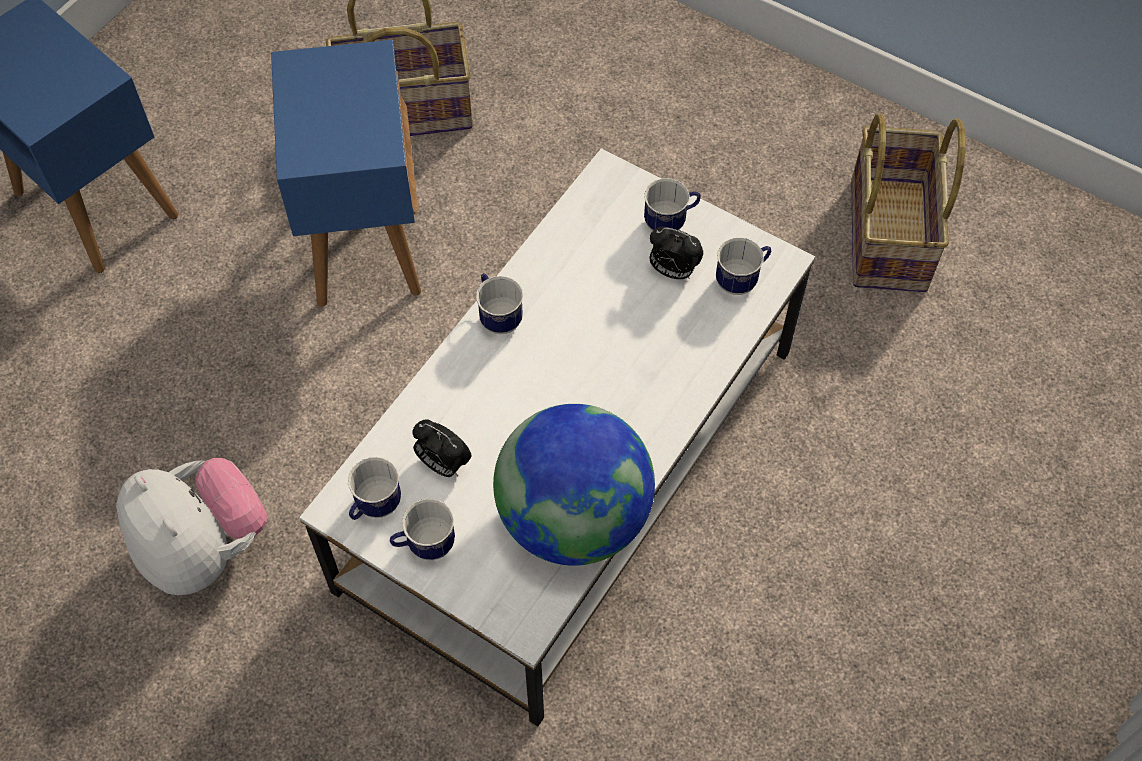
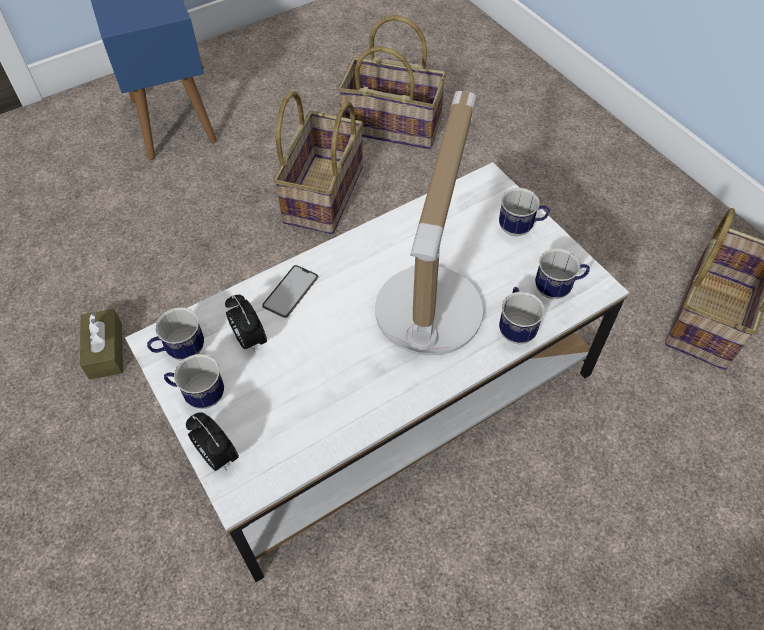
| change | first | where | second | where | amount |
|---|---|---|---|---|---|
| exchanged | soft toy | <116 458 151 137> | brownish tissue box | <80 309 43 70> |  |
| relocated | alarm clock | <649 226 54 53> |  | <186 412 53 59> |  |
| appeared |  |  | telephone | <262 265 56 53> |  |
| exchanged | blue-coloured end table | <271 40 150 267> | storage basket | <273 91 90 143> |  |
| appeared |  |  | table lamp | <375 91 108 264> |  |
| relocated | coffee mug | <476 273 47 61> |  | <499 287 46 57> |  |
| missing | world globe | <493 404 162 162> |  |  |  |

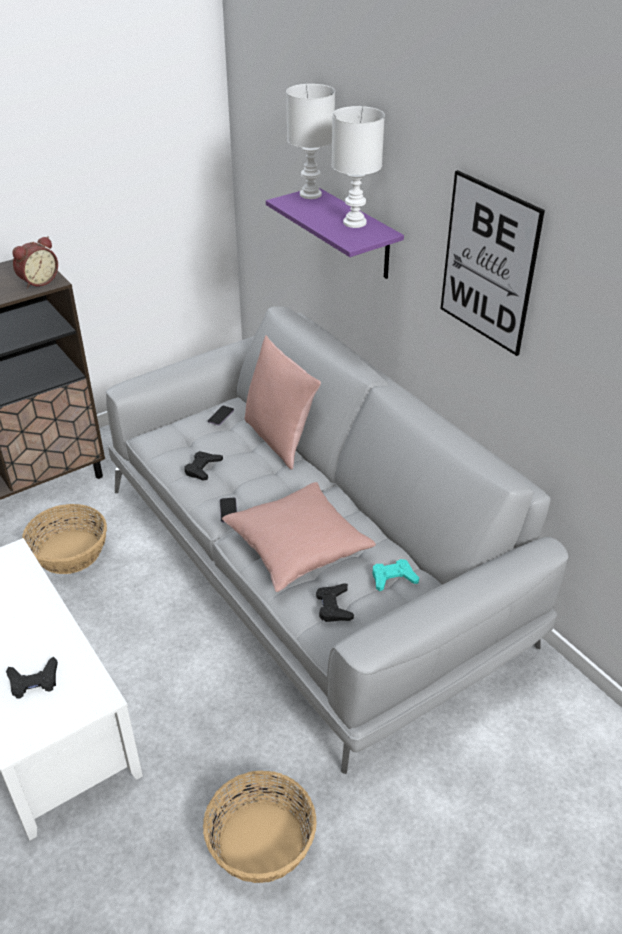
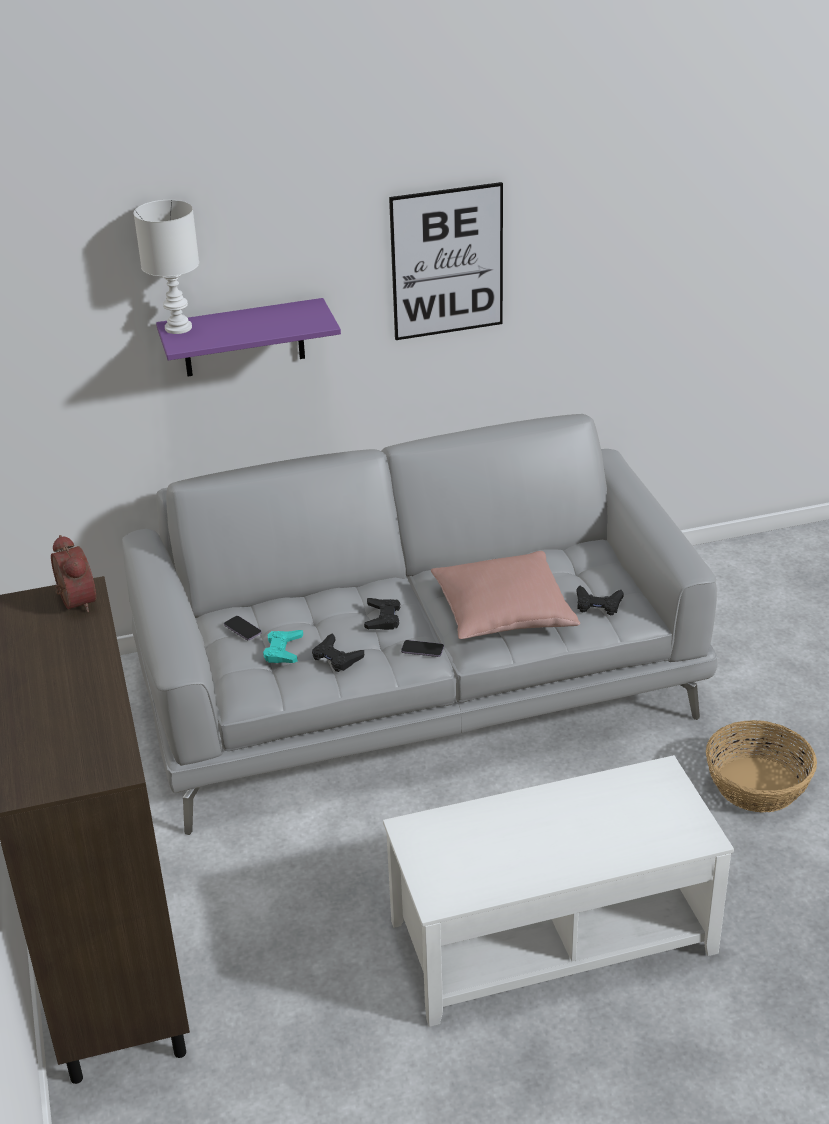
| change | first | where | second | where | amount |
|---|---|---|---|---|---|
| relocated | turquoise joypad | <372 559 47 32> |  | <263 630 40 33> |  |
| relocated | black joypad | <6 657 52 42> |  | <364 598 36 32> |  |
| missing | storage basket | <22 504 85 70> |  |  |  |
| missing | pinkish pillow | <244 335 77 135> |  |  |  |
| missing | white-coloured table lamp | <332 106 53 122> |  |  |  |

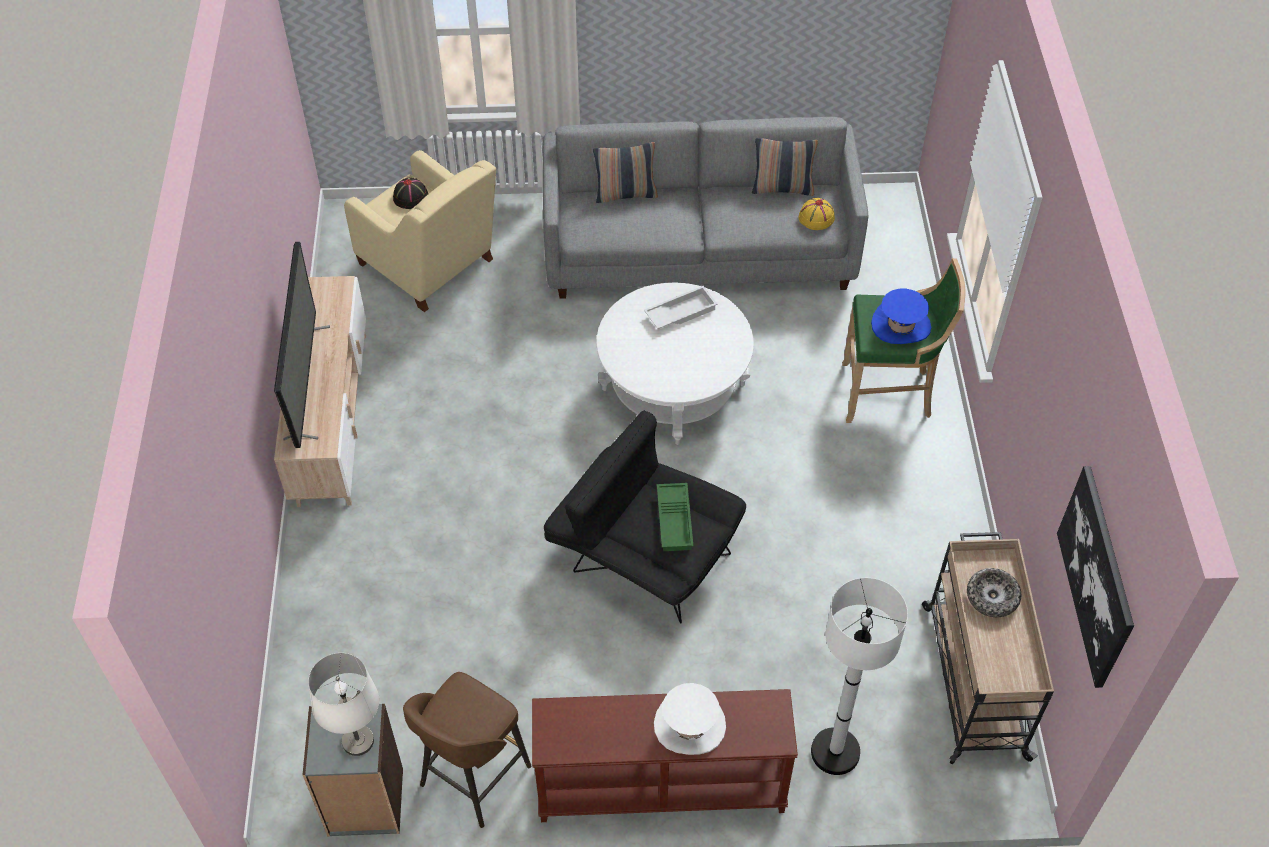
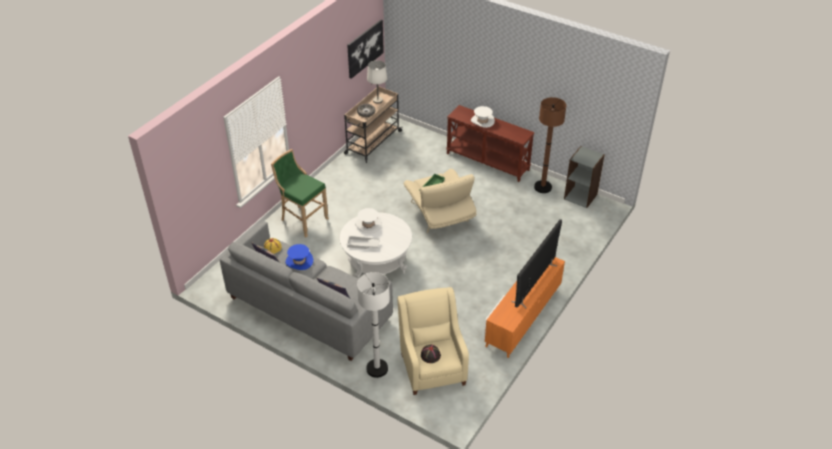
| change | first | where | second | where | amount |
|---|---|---|---|---|---|
| relocated | blue-coloured wearable hat | <871 289 60 55> |  | <285 244 28 26> |  |
| appeared |  |  | white-coloured wearable hat | <355 208 27 25> |  |
| relocated | white-coloured standing lamp | <811 578 97 197> |  | <357 272 33 106> |  |
| relocated | white-coloured table lamp | <308 653 71 103> |  | <367 60 20 44> |  |
| colour | black easy chair | <544 411 202 212> | sand-coloured easy chair | <403 169 73 64> |  |
| colour | sand-coloured tv stand | <274 276 92 231> | orange-coloured tv stand | <483 257 82 101> |  |
| exchanged | brownish stool | <403 672 128 156> | brownish standing lamp | <534 97 32 96> |  |

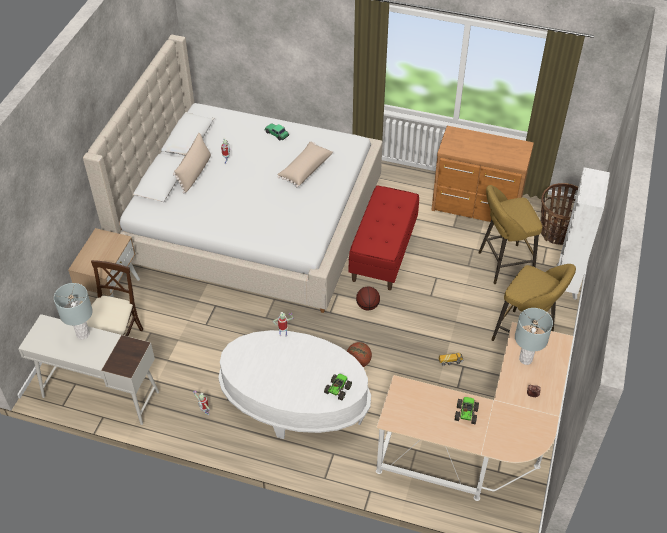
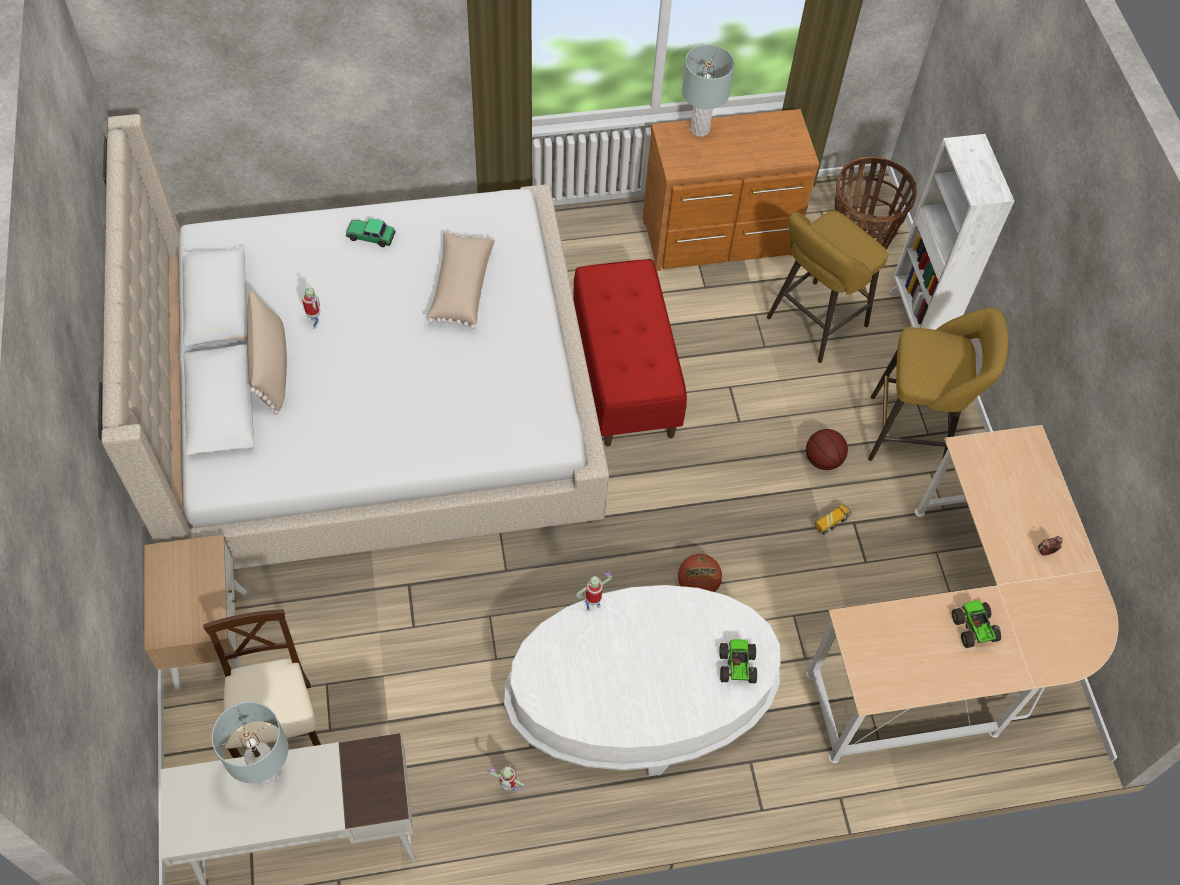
| change | first | where | second | where | amount |
|---|---|---|---|---|---|
| relocated | gray table lamp | <515 308 38 57> |  | <682 44 52 93> |  |
| relocated | basketball | <356 287 24 23> |  | <806 429 42 41> |  |

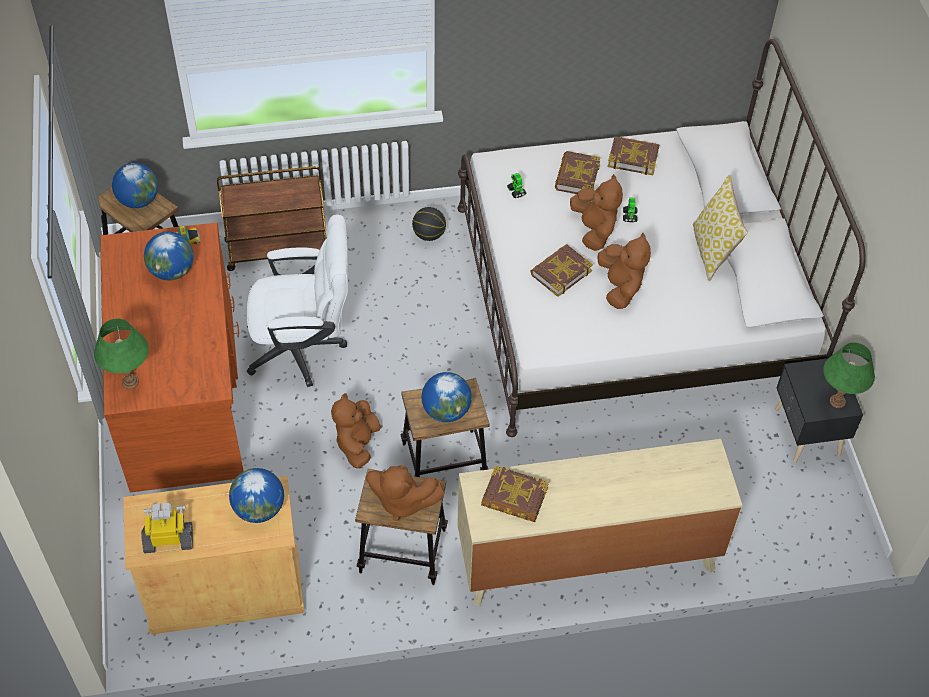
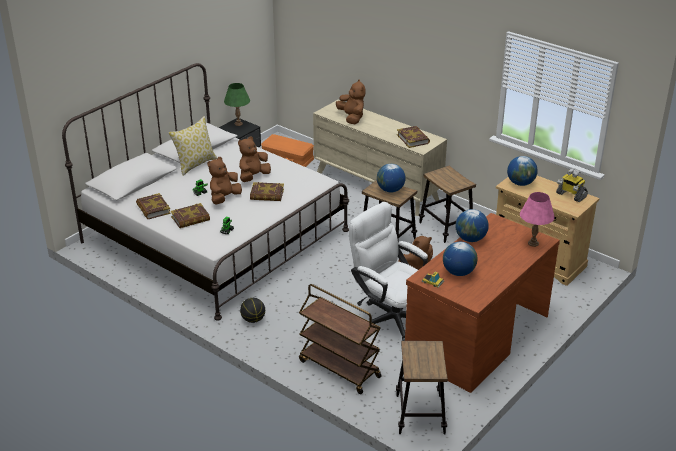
| change | first | where | second | where | amount |
|---|---|---|---|---|---|
| appeared |  |  | orange-coloured storage box | <261 134 53 33> |  |
| relocated | brownish soft toy | <366 465 79 56> |  | <336 80 30 44> |  |
| relocated | world globe | <112 163 46 45> |  | <455 209 34 33> |  |
| colour | green-coloured table lamp | <94 319 55 70> | pinkish table lamp | <520 192 35 55> |  |

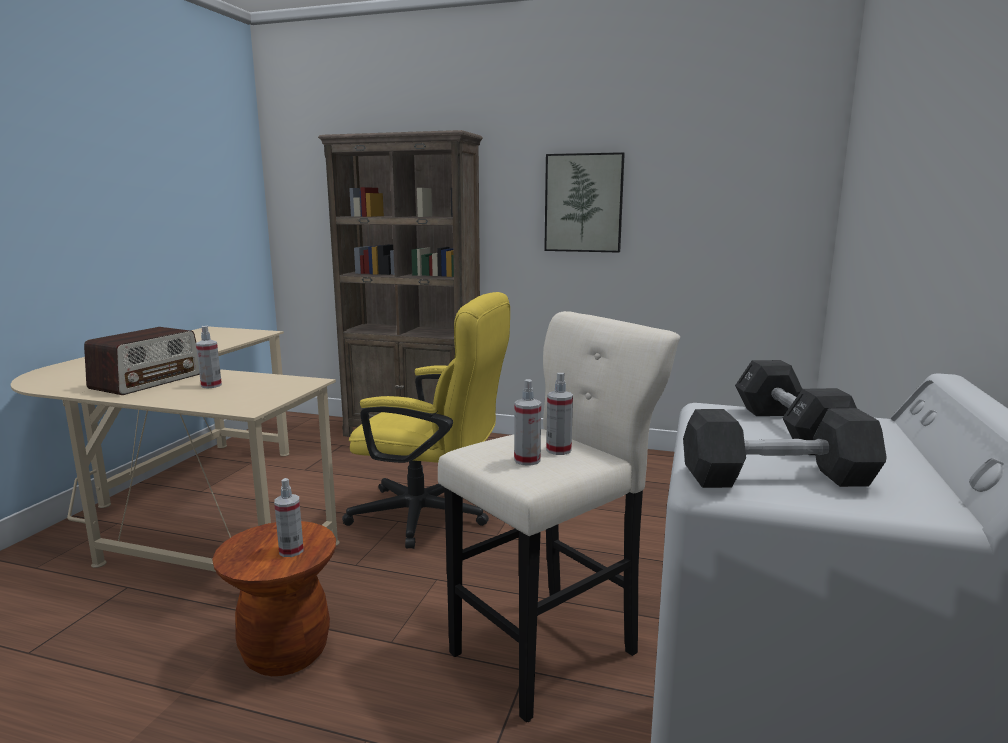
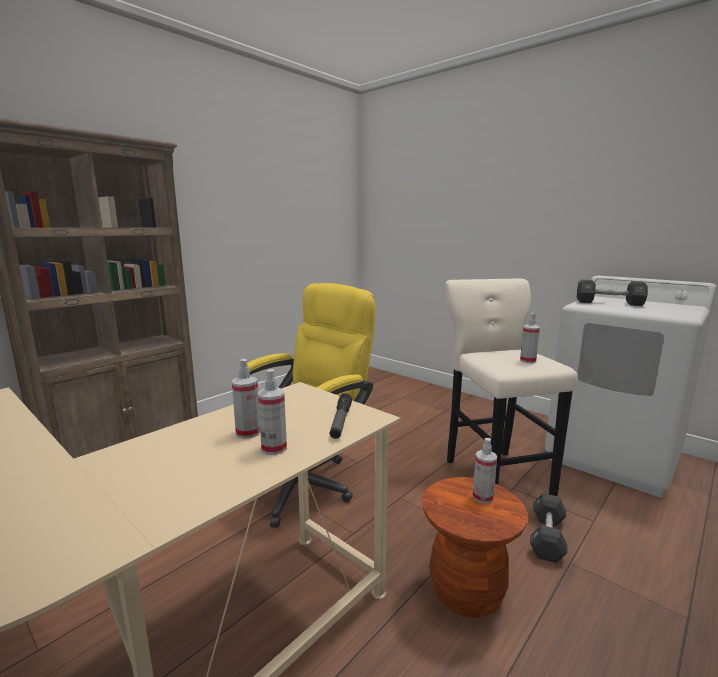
| change | first | where | second | where | amount |
|---|---|---|---|---|---|
| relocated | sprayer | <546 373 27 82> |  | <258 369 29 86> |  |
| appeared |  |  | flashlight | <330 393 22 46> |  |
| relocated | black free weight | <683 408 204 80> |  | <530 493 37 70> |  |
| missing | radio set | <84 327 116 68> |  |  |  |
| missing | picture | <544 152 81 101> |  |  |  |

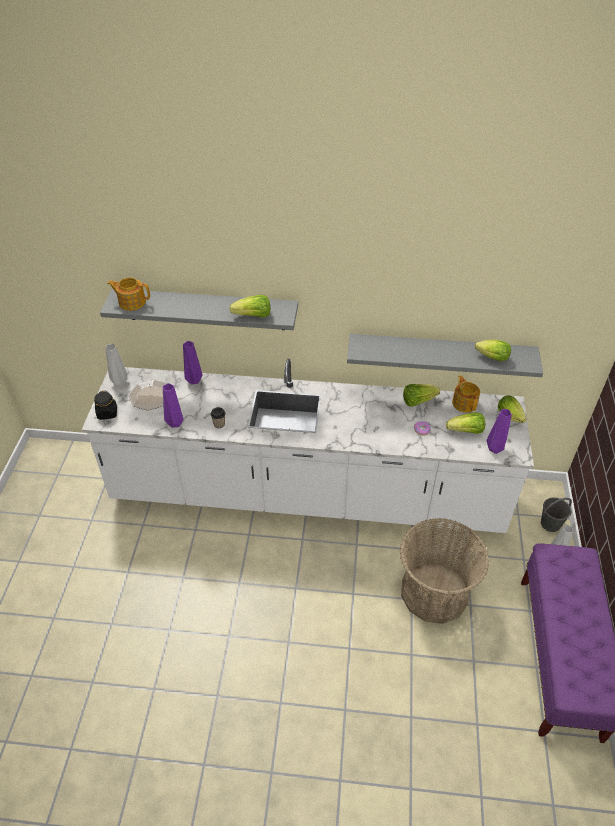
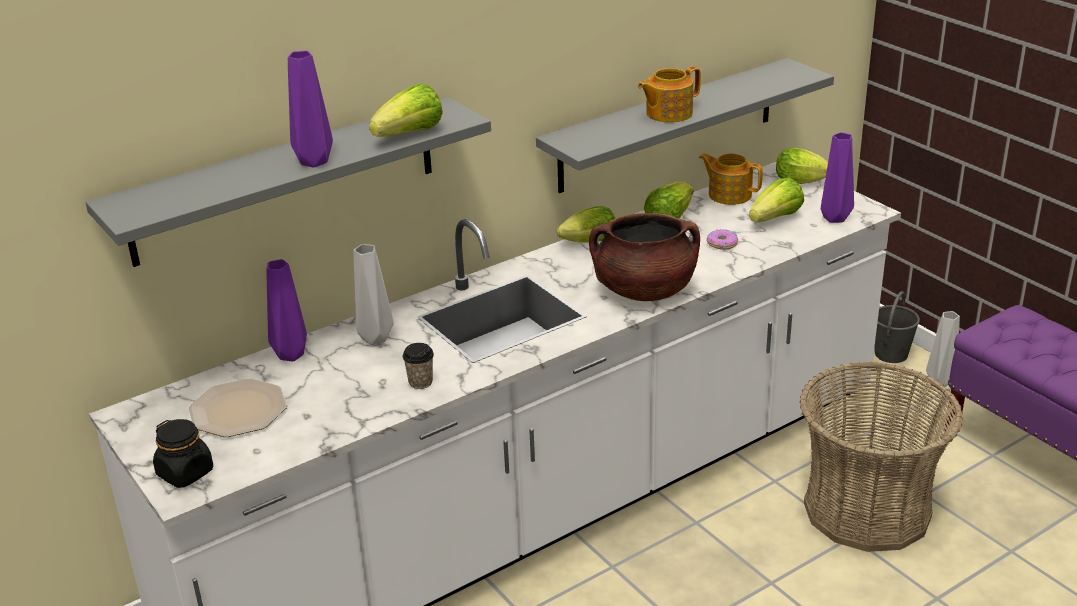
| change | first | where | second | where | amount |
|---|---|---|---|---|---|
| relocated | purplish vase | <163 383 21 44> |  | <288 50 45 117> |  |
| relocated | gray vase | <106 344 21 43> |  | <353 244 41 101> |  |
| relocated | lettuce head | <475 340 36 21> |  | <557 206 58 37> |  |
| appeared |  |  | brownish stockpot | <589 213 111 88> |  |
| relocated | tea pot | <107 278 43 33> |  | <638 66 63 56> |  |

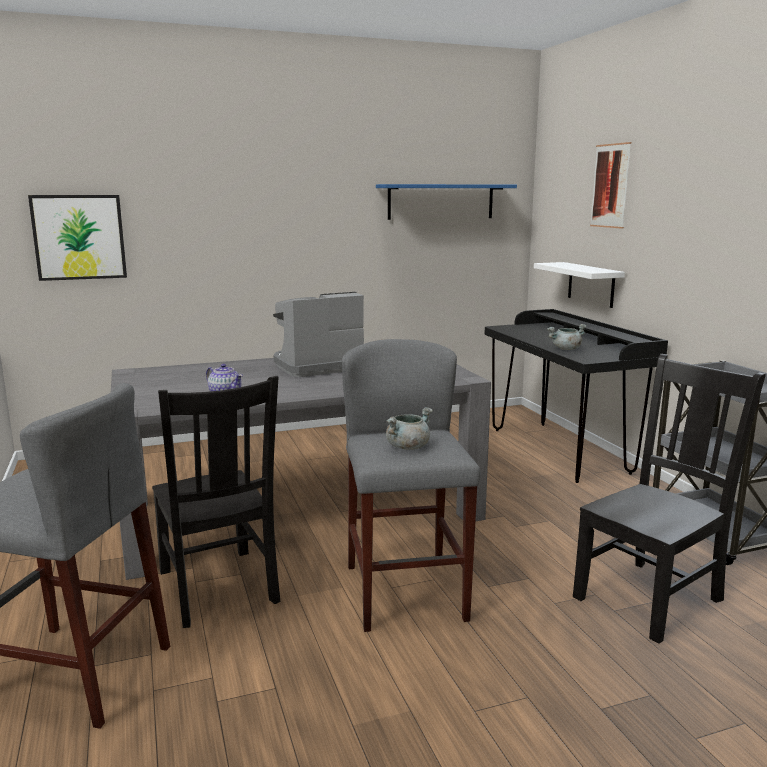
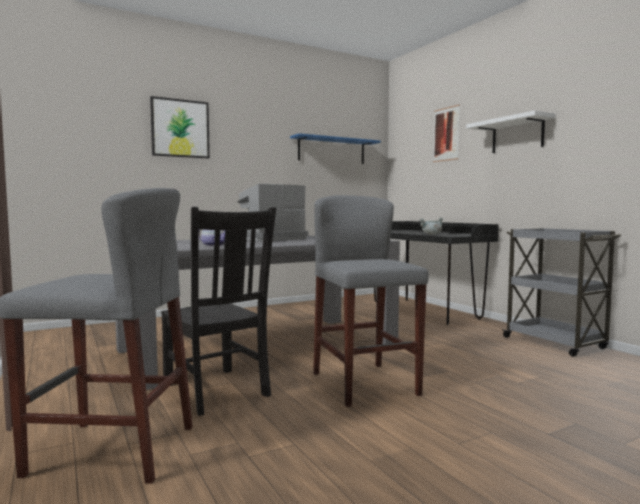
| change | first | where | second | where | amount |
|---|---|---|---|---|---|
| relocated | picture | <28 195 99 86> |  | <150 96 60 63> |  |
| relocated | white-coloured shelf | <534 262 91 46> |  | <466 110 90 43> |  |
| missing | gray stockpot | <386 407 47 43> |  |  |  |
| missing | black plain chair | <573 354 193 290> |  |  |  |

